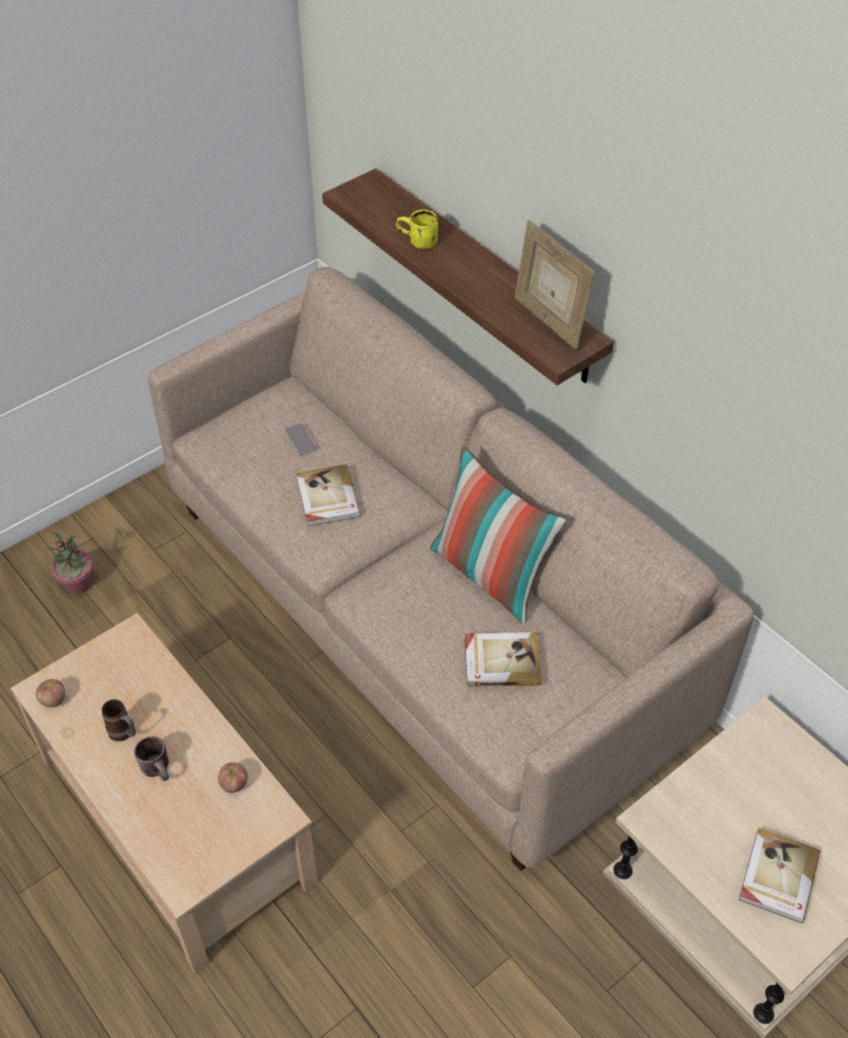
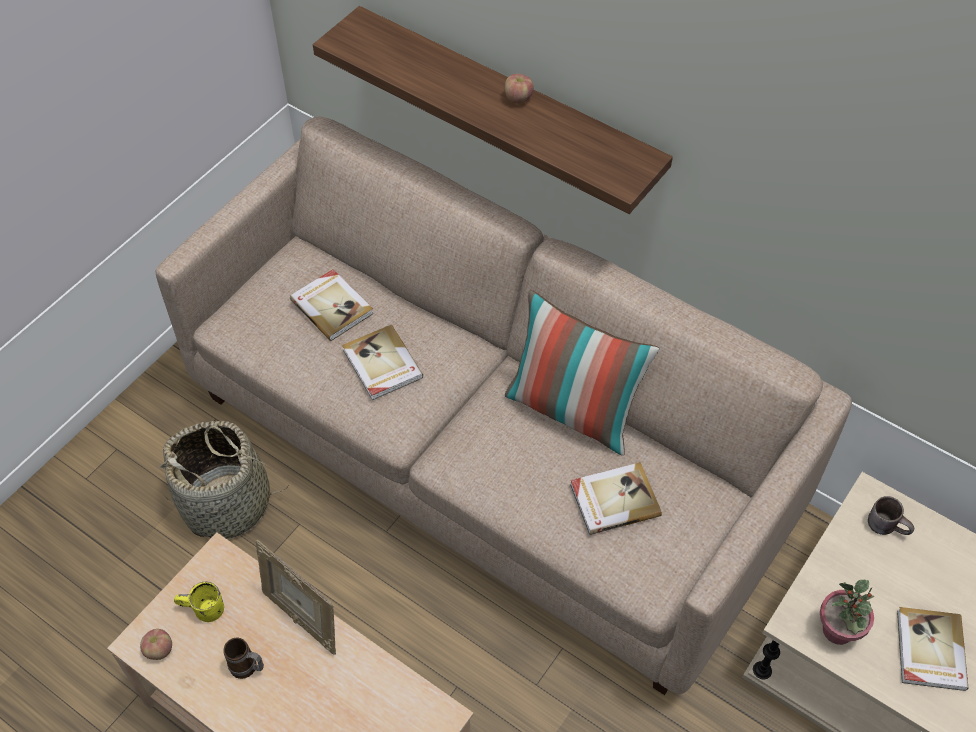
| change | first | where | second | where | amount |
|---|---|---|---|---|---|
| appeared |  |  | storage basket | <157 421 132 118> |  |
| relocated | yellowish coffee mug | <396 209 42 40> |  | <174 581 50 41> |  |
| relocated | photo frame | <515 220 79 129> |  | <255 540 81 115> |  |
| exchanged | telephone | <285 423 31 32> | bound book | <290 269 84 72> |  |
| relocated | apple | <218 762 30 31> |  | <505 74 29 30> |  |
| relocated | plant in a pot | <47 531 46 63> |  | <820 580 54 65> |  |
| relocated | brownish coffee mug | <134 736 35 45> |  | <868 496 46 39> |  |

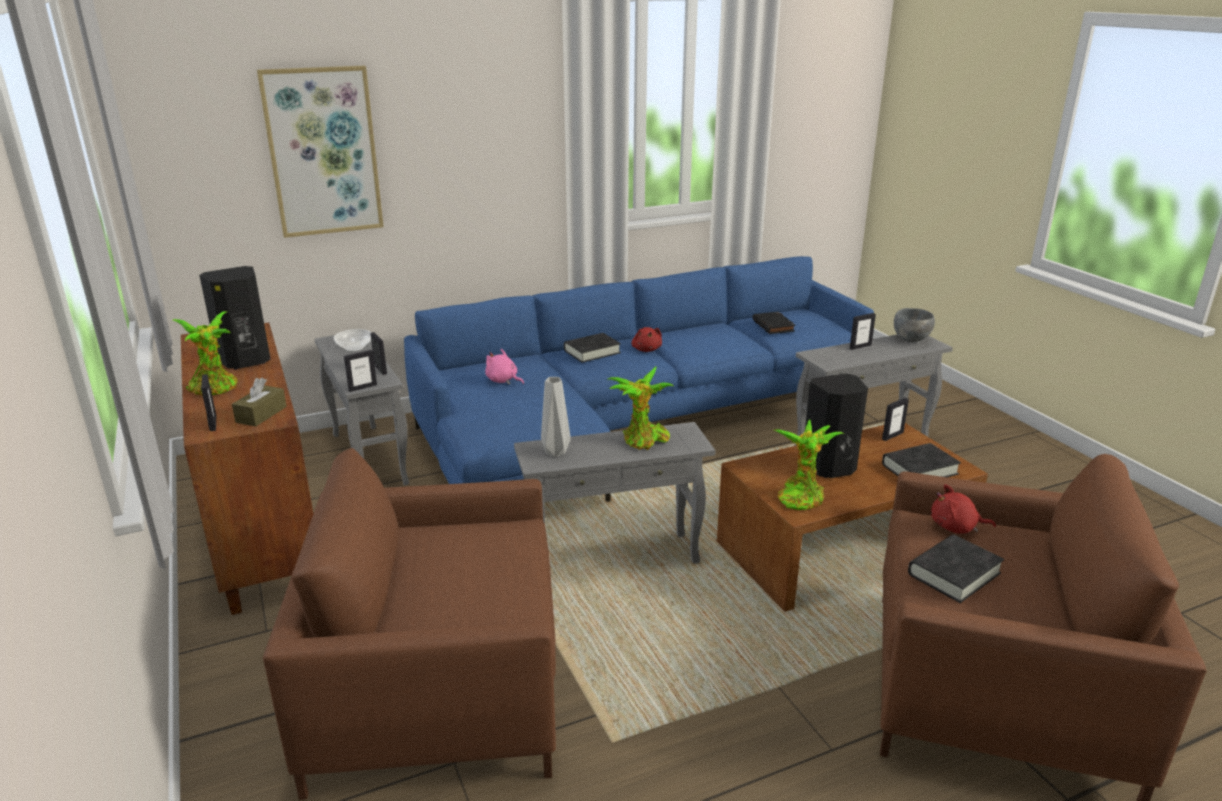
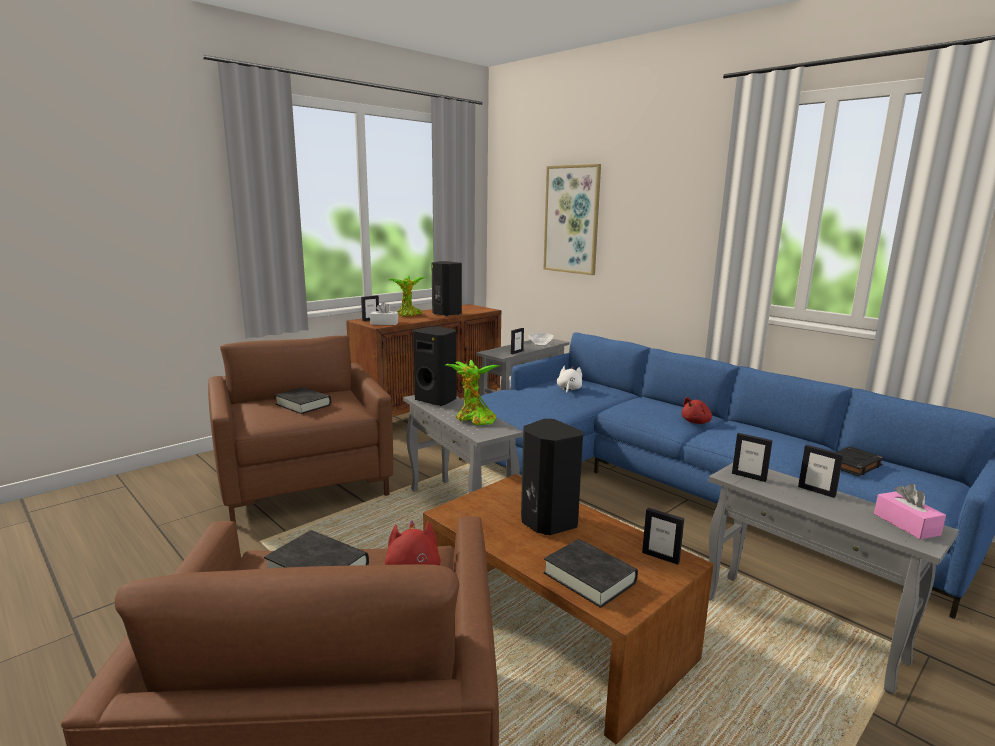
| change | first | where | second | where | amount |
|---|---|---|---|---|---|
| relocated | black bound book | <564 333 57 30> |  | <275 387 56 27> |  |
| colour | brownish tissue box | <232 378 55 48> | white-coloured tissue box | <370 302 28 23> |  |
| exchanged | gray vase | <541 377 30 80> | black loudspeaker | <413 327 43 79> |  |
| colour | pinkish soft toy | <485 349 39 35> | white-coloured soft toy | <557 366 25 27> |  |
| relocated | photo frame | <344 350 33 42> |  | <732 433 41 49> |  |
| exchanged | gray bowl | <894 308 41 34> | pinkish tissue box | <874 484 72 55> |  |
| missing | plant in a pot | <774 420 71 90> |  |  |  |

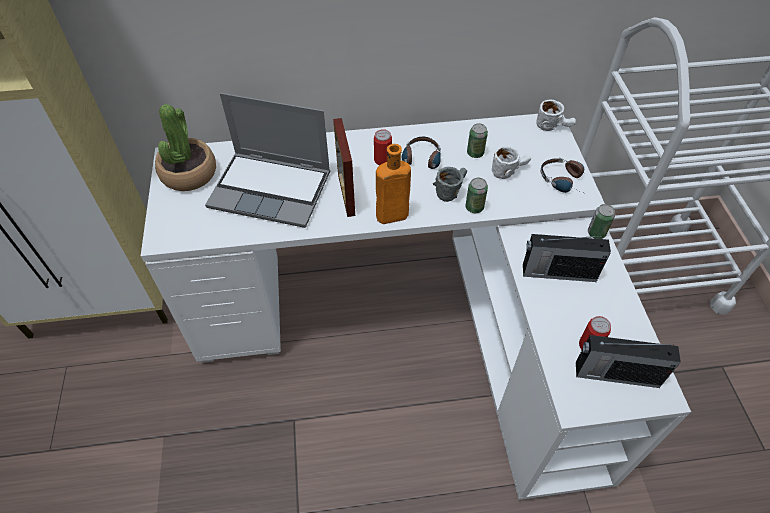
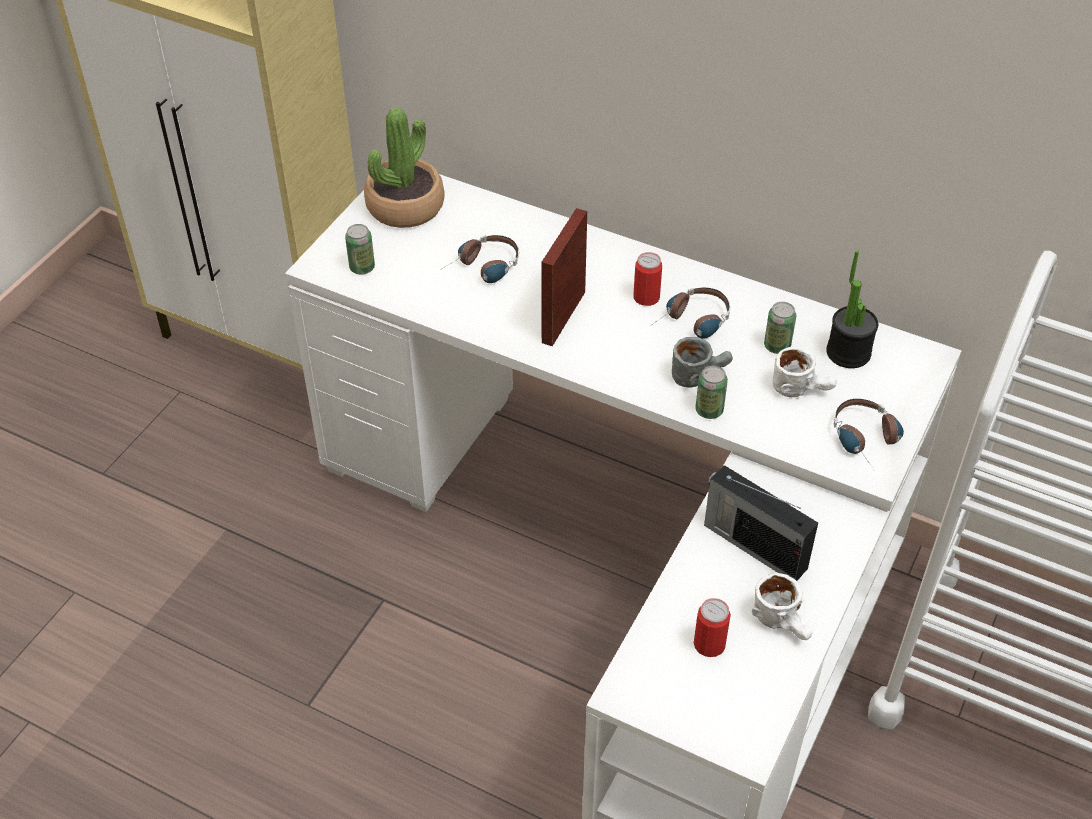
| change | first | where | second | where | amount |
|---|---|---|---|---|---|
| relocated | sealed can | <588 204 27 35> |  | <345 224 30 50> |  |
| exchanged | notebook computer | <205 93 125 135> | pair of headphones | <440 235 79 48> |  |
| relocated | white-coloured coffee mug | <536 100 40 31> |  | <752 573 60 67> |  |
| appeared |  |  | plant in a pot | <826 250 52 118> |  |
| missing | orange-coloured drink bottle | <376 144 35 80> |  |  |  |
| missing | radio set | <576 335 105 53> |  |  |  |

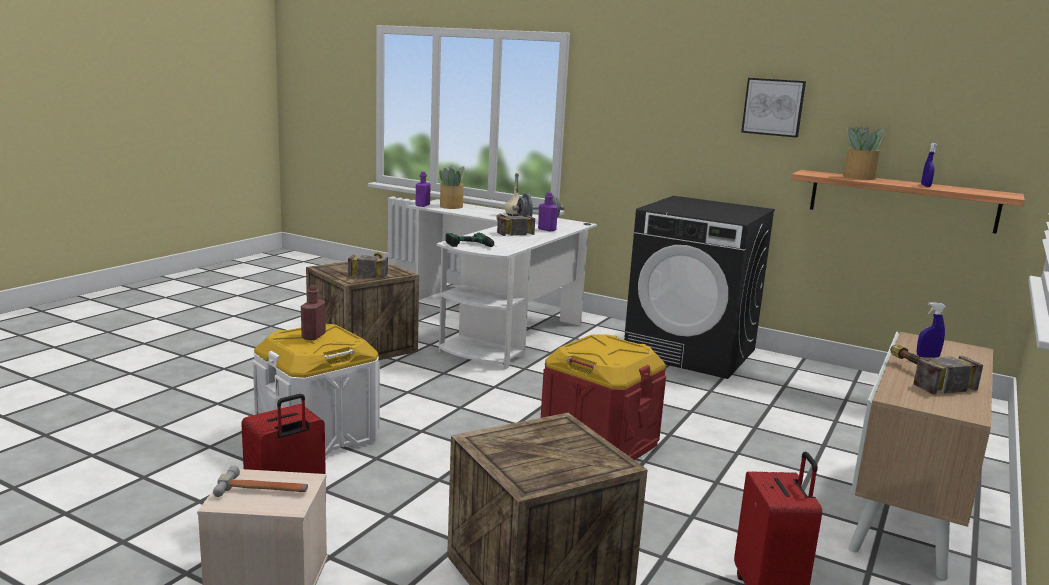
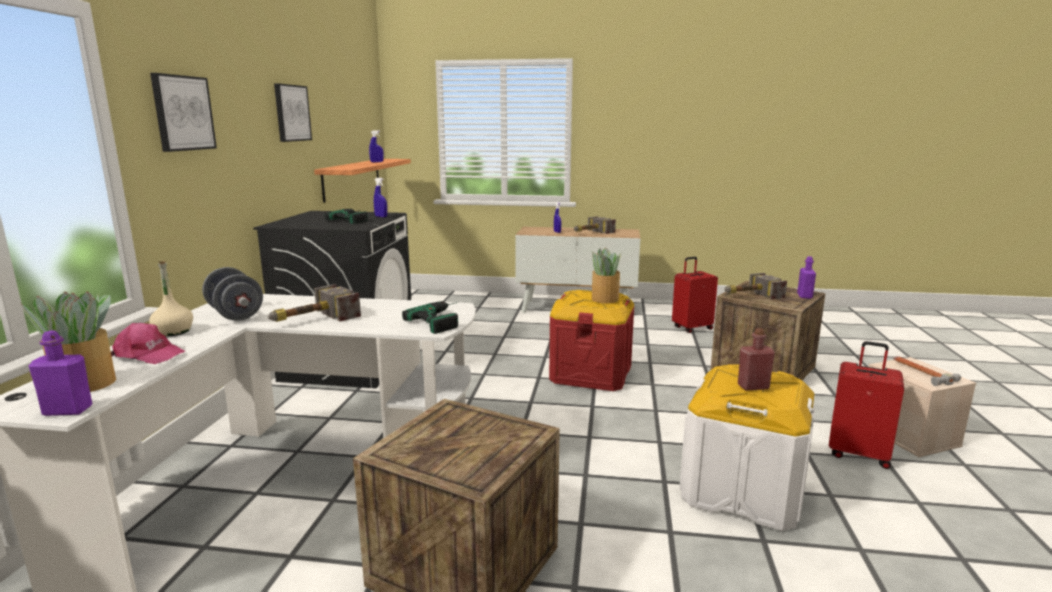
| change | first | where | second | where | amount |
|---|---|---|---|---|---|
| appeared |  |  | pinkish cap | <111 323 74 41> |  |
| appeared |  |  | picture | <150 73 67 79> |  |
| appeared |  |  | drill | <325 209 43 15> |  |
| appeared |  |  | blue-coloured sprayer | <374 178 13 39> |  |
| relocated | plant in a pot | <844 126 40 54> |  | <592 248 29 55> |  |
| relocated | hammer | <348 252 40 26> |  | <724 273 63 26> |  |
| relocated | purplish drink bottle | <538 192 20 40> |  | <797 256 19 43> |  |

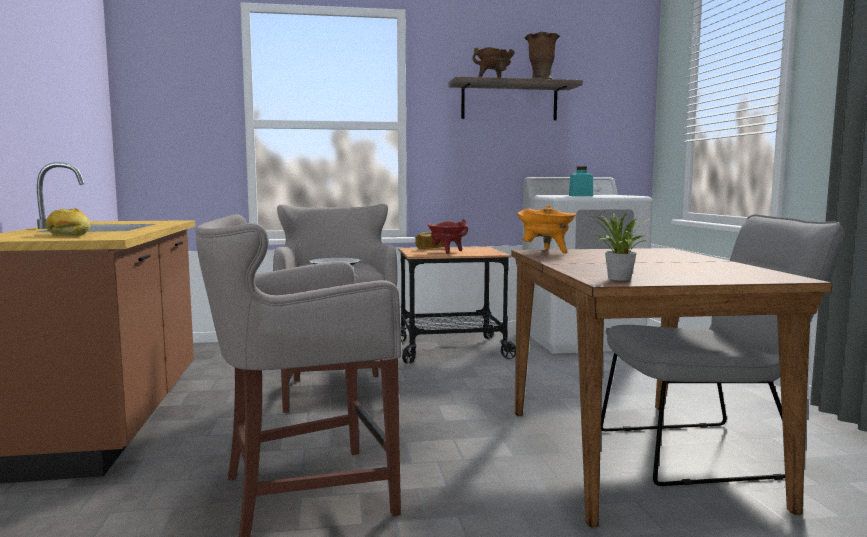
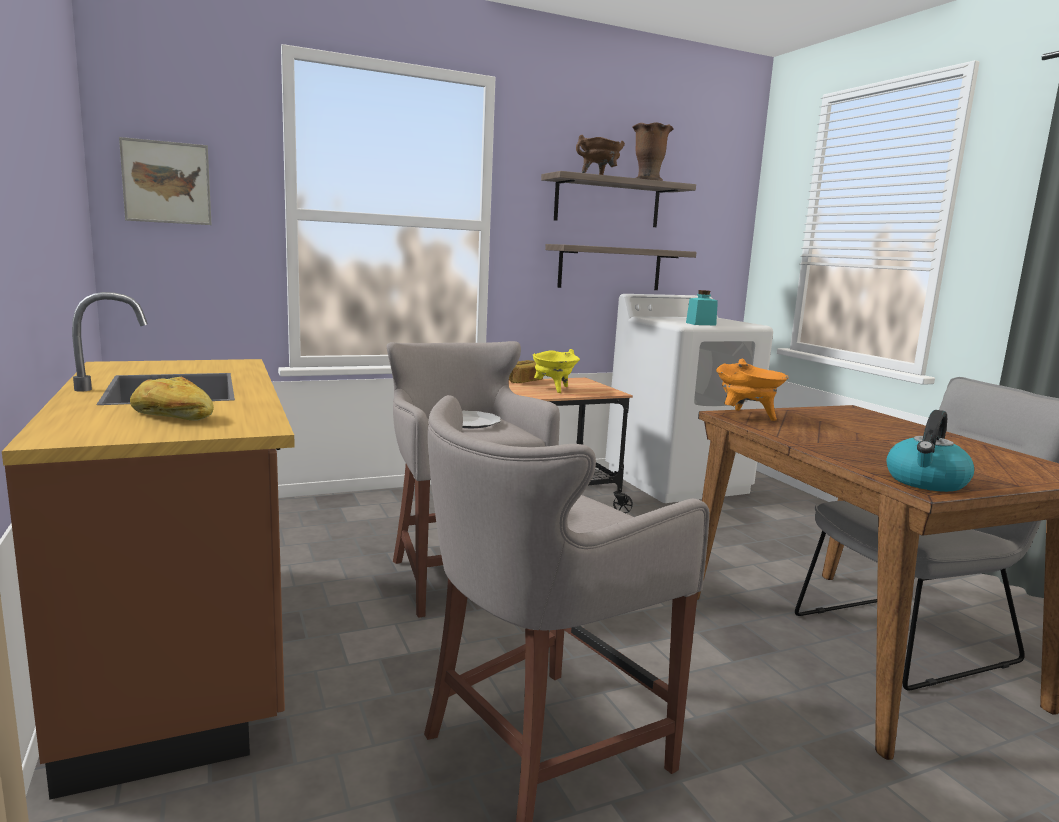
| change | first | where | second | where | amount |
|---|---|---|---|---|---|
| appeared |  |  | picture | <119 137 93 88> |  |
| colour | red-coloured stockpot | <427 219 41 35> | yellowish stockpot | <533 349 47 44> |  |
| appeared |  |  | shelf | <545 244 152 46> |  |
| exchanged | plant in a pot | <591 212 58 68> | kettle | <887 410 87 82> |  |

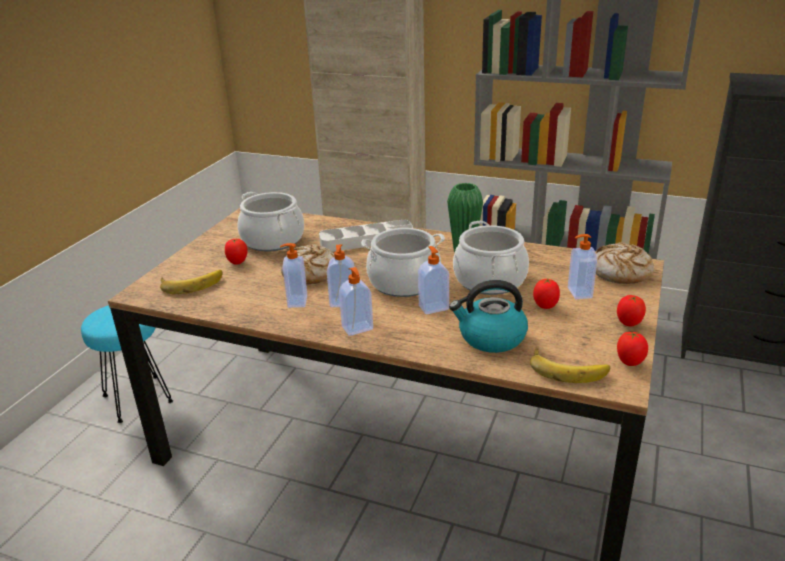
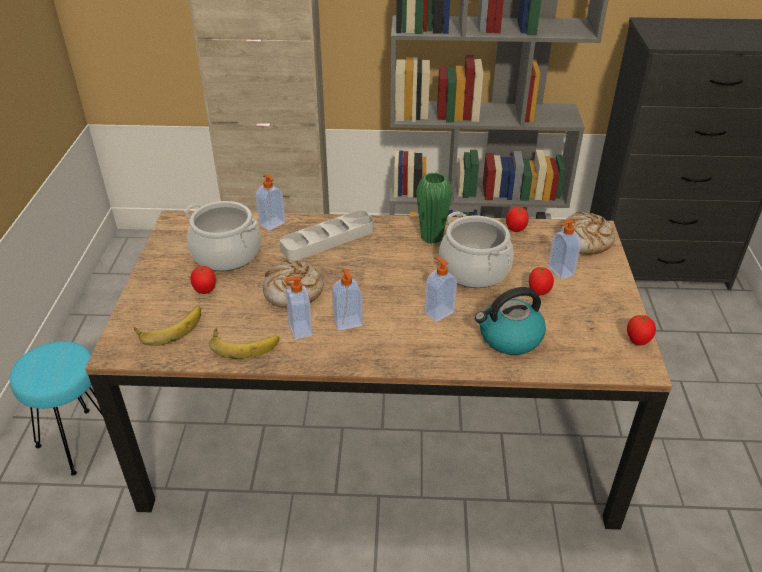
| change | first | where | second | where | amount |
|---|---|---|---|---|---|
| relocated | whole banana | <530 347 80 36> |  | <209 327 70 32> |  |
| relocated | soap bottle | <339 267 34 69> |  | <256 174 29 57> |  |
| relocated | fresh tomato | <617 295 29 31> |  | <506 207 23 25> |  |
| missing | stockpot | <361 228 84 69> |  |  |  |

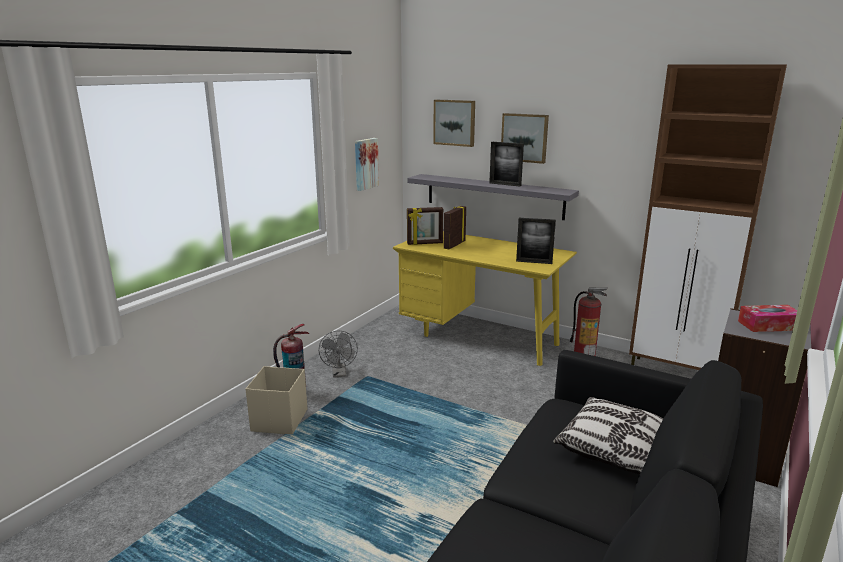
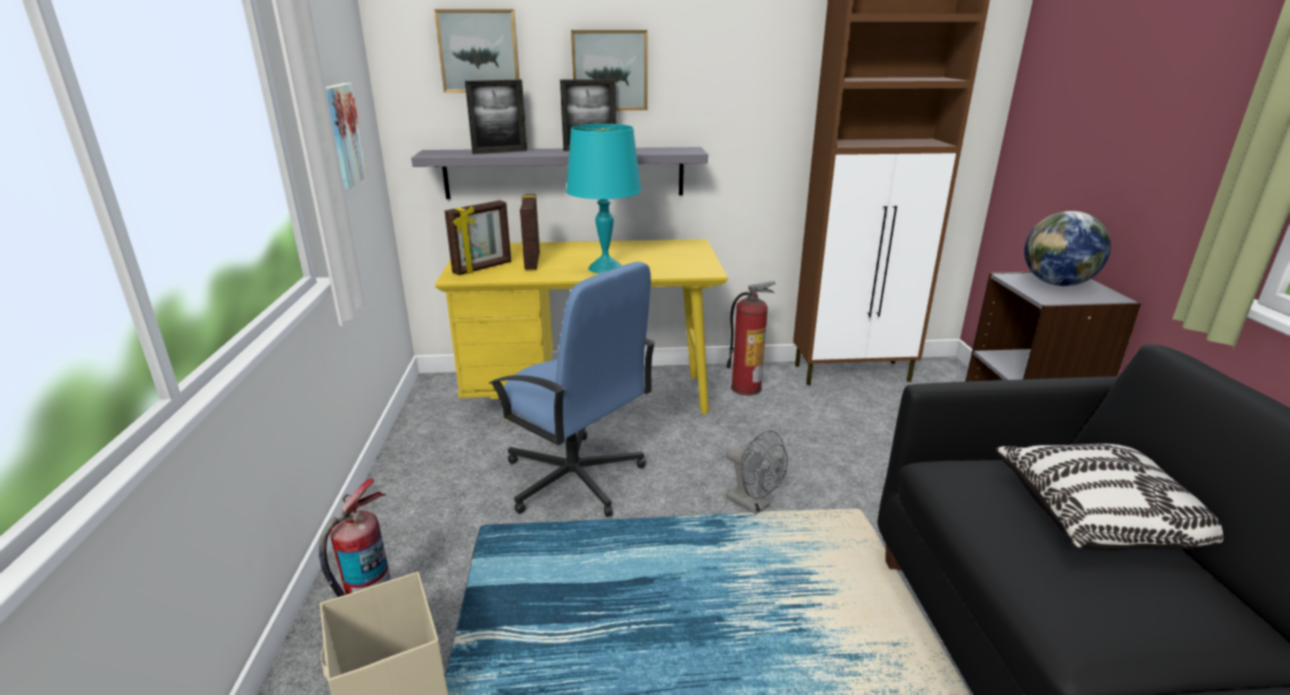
| change | first | where | second | where | amount |
|---|---|---|---|---|---|
| relocated | photo frame | <516 218 40 46> |  | <465 79 62 75> |  |
| appeared |  |  | blue-coloured desk chair | <489 262 167 255> |  |
| appeared |  |  | turquoise table lamp | <566 124 75 150> |  |
| relocated | gray electric fan | <319 331 39 47> |  | <726 430 62 85> |  |
| exchanged | tissue box | <738 305 59 27> | world globe | <1024 211 87 75> |  |

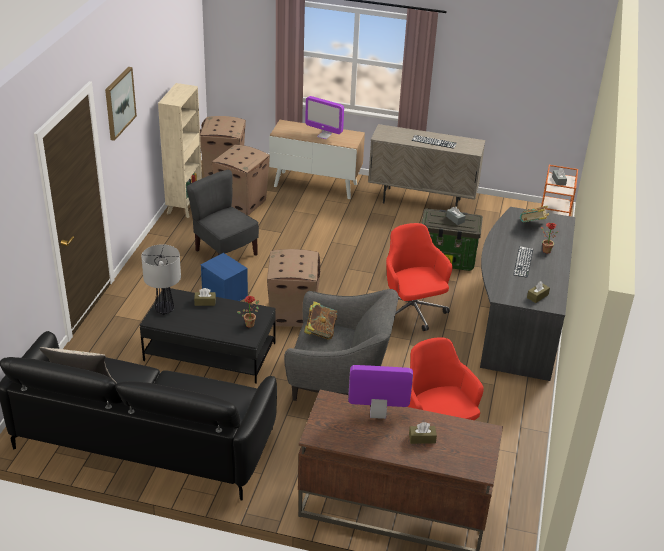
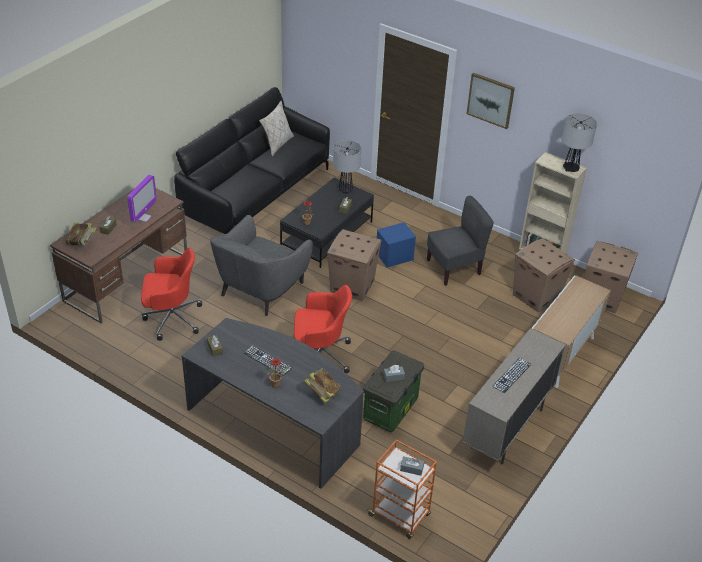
| change | first | where | second | where | amount |
|---|---|---|---|---|---|
| relocated | bound book | <304 301 33 38> |  | <65 223 32 23> |  |
| appeared |  |  | table lamp | <562 113 35 59> |  |
| missing | monitor | <305 96 39 43> |  |  |  |

